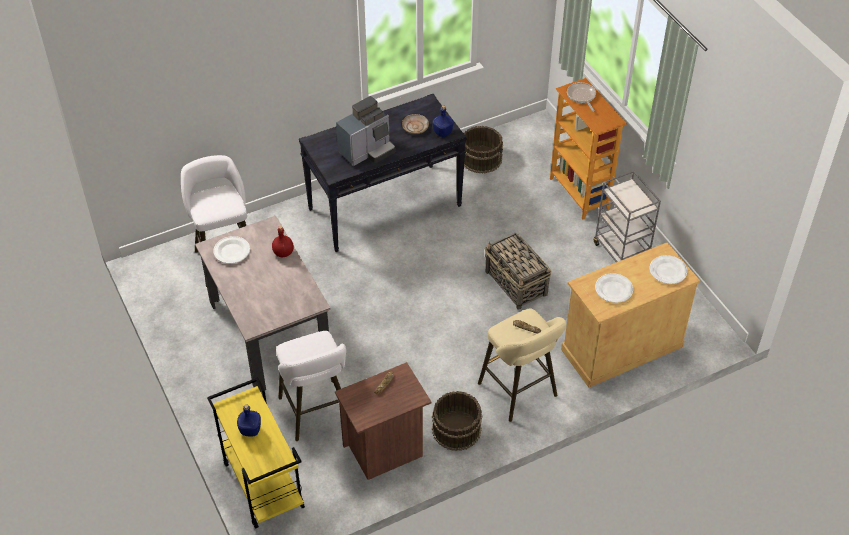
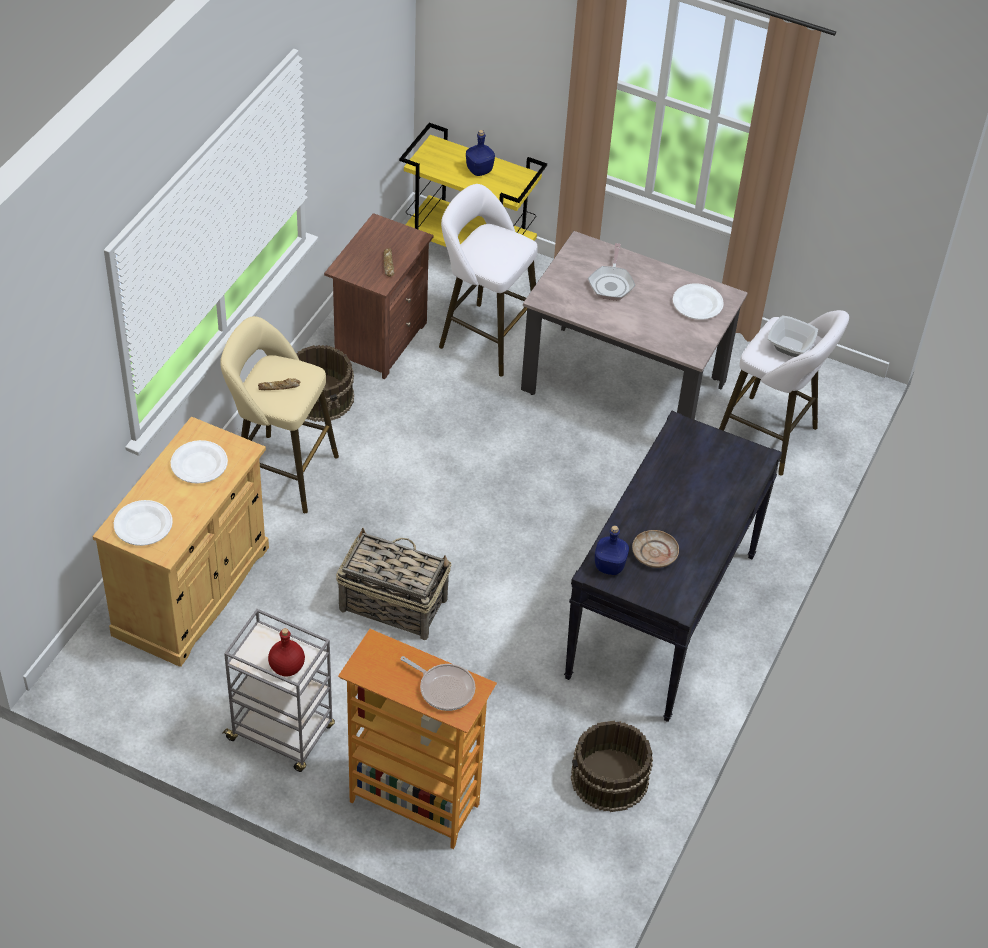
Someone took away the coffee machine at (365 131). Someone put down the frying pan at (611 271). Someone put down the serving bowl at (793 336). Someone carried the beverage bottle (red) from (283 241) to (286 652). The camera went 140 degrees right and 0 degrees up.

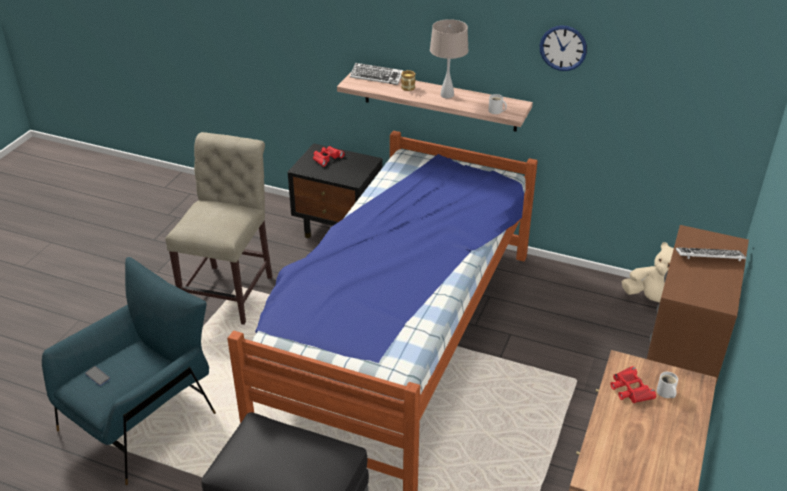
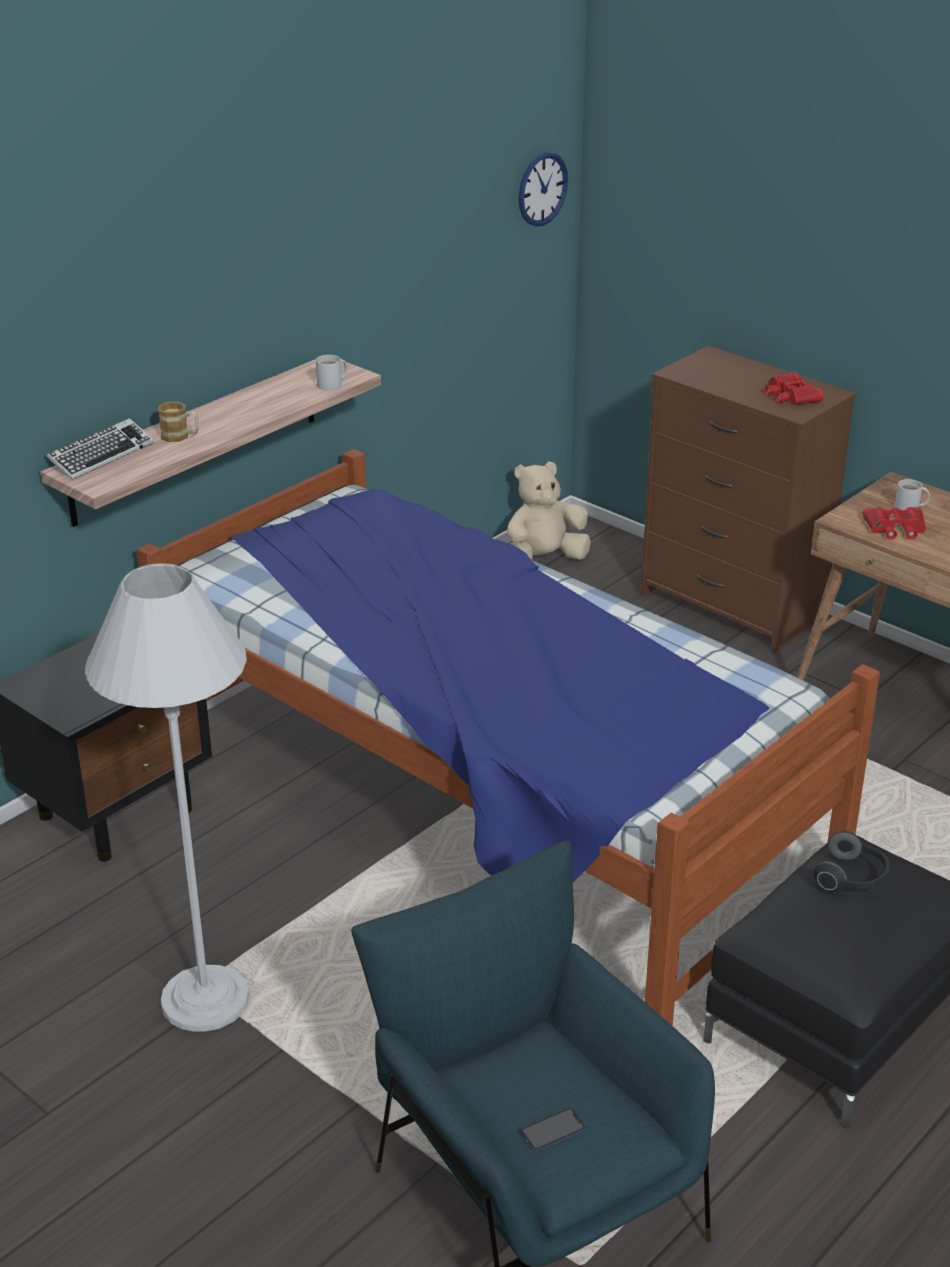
Someone took away the lamp for a table (beige-coloured) at (449 58). Someone took away the keyboard at (710 254). Someone put down the pair of headphones at (852 861). Someone carried the field glasses (red) from (329 156) to (794 388). Someone carried the wall clock from (563 48) to (543 189). Someone swapped the chair (beige-coloured) at (219 228) for the standard lamp (whitish) at (167 797). The camera went 70 degrees left and 5 degrees down.

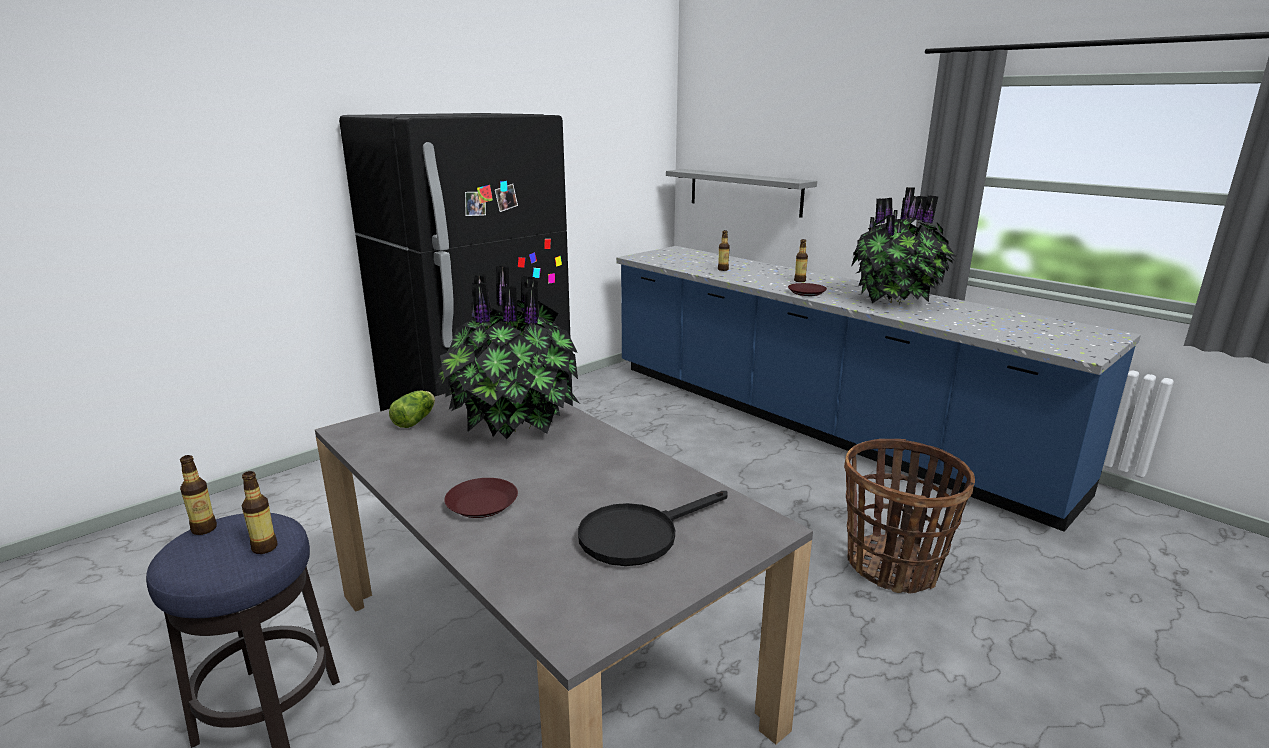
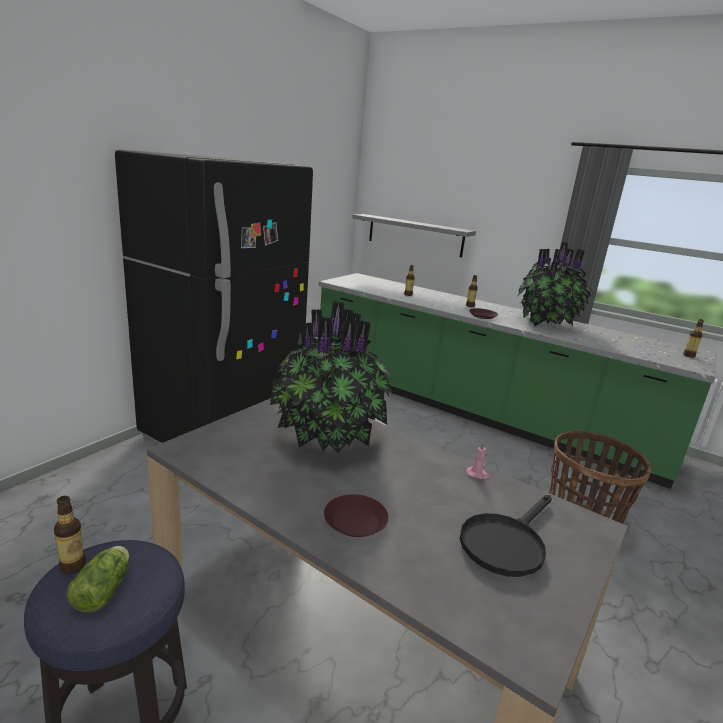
Someone put down the candle (pink-coloured) at (477 460). Someone carried the beverage bottle from (259 512) to (693 338). Someone carried the lettuce from (412 409) to (98 579). Someone repainted the kitchen base unit (blue) at (878 389), which became the kitchen base unit (green-coloured) at (517 381). The camera went 15 degrees left and 0 degrees up.

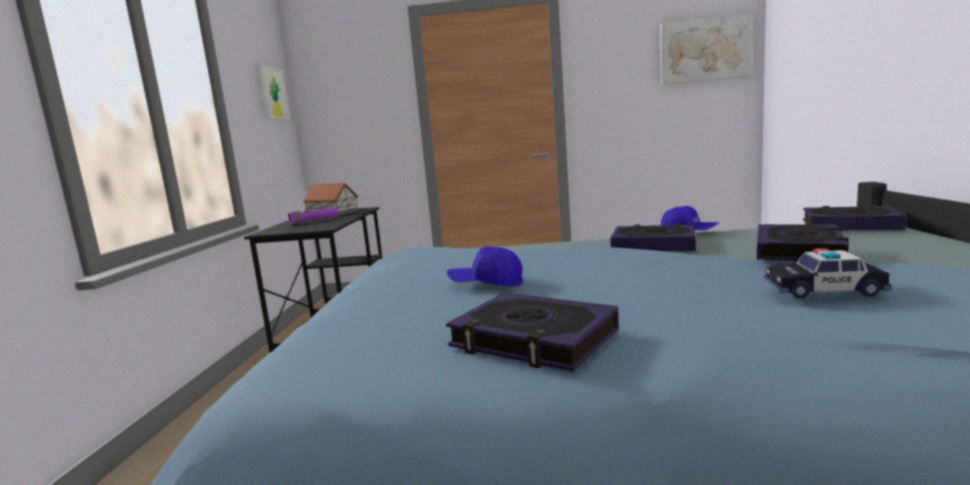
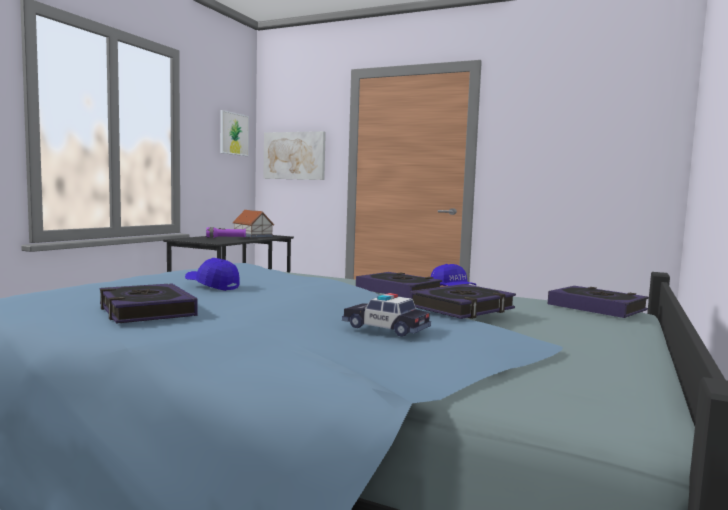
Someone carried the wall picture from (706 49) to (294 155). The camera went 20 degrees right and 5 degrees down.

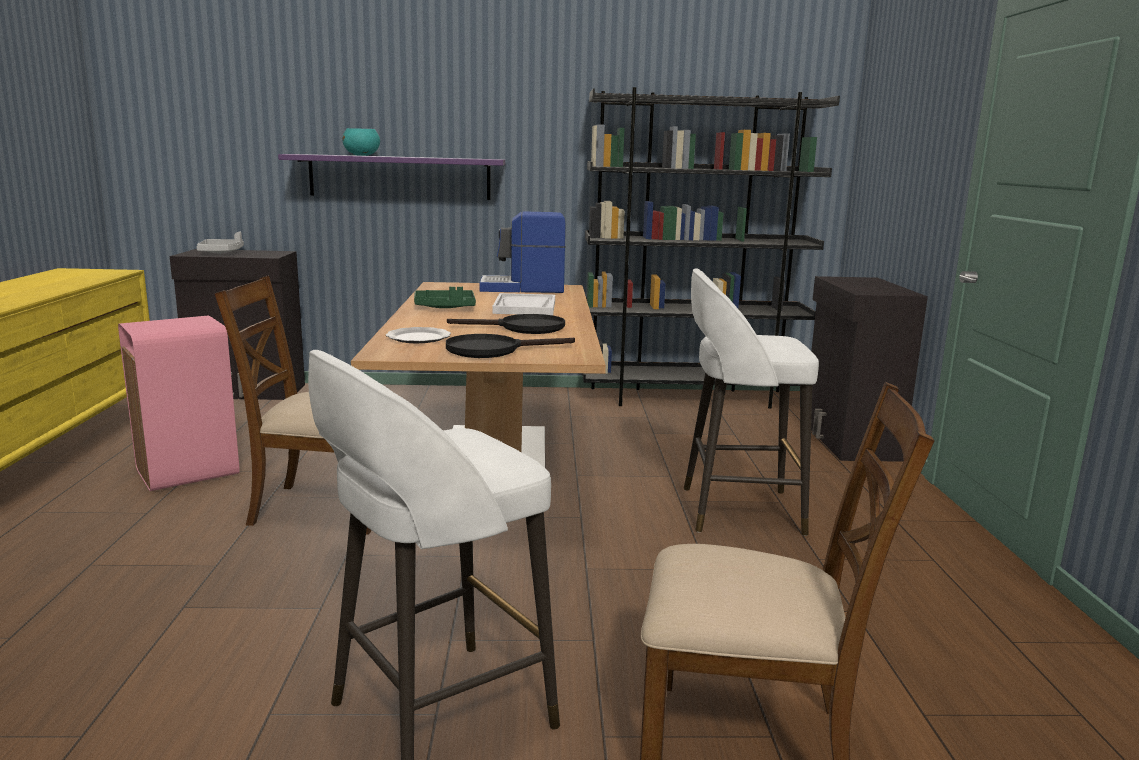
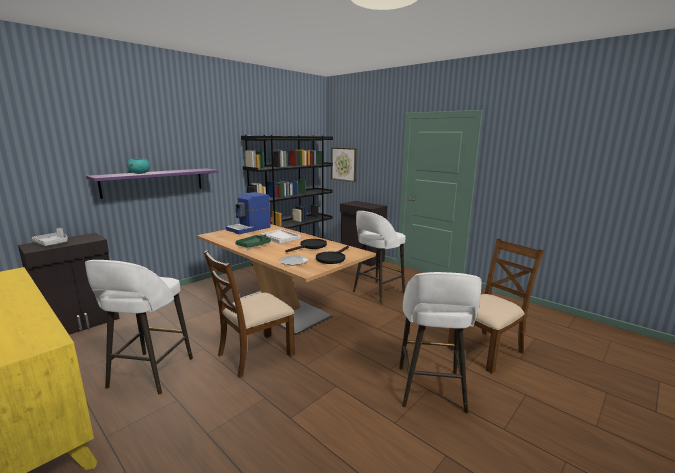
Someone put up the wall picture at (343 164). Someone swapped the trash can (pink-coloured) at (179 403) for the stool (whitish) at (139 327). The camera went 45 degrees left and 0 degrees up.

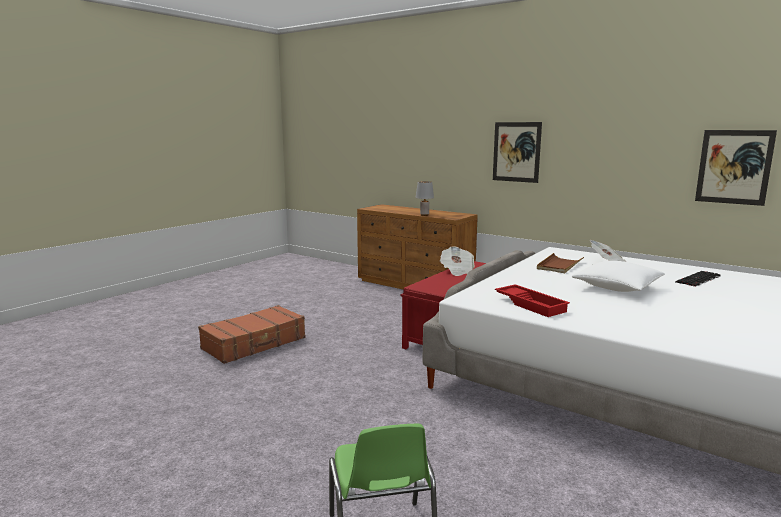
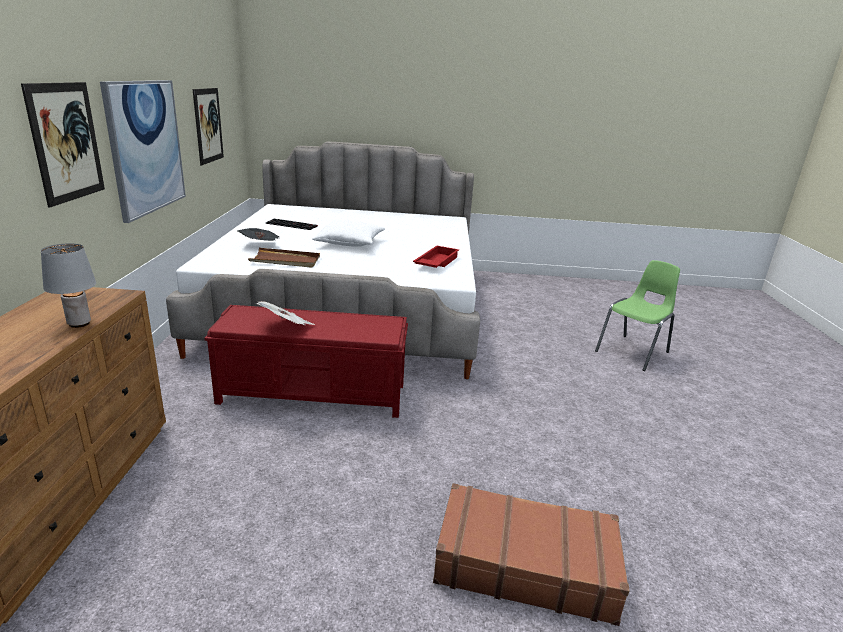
Someone put up the wall picture at (143 151). The camera went 125 degrees left and 10 degrees up.

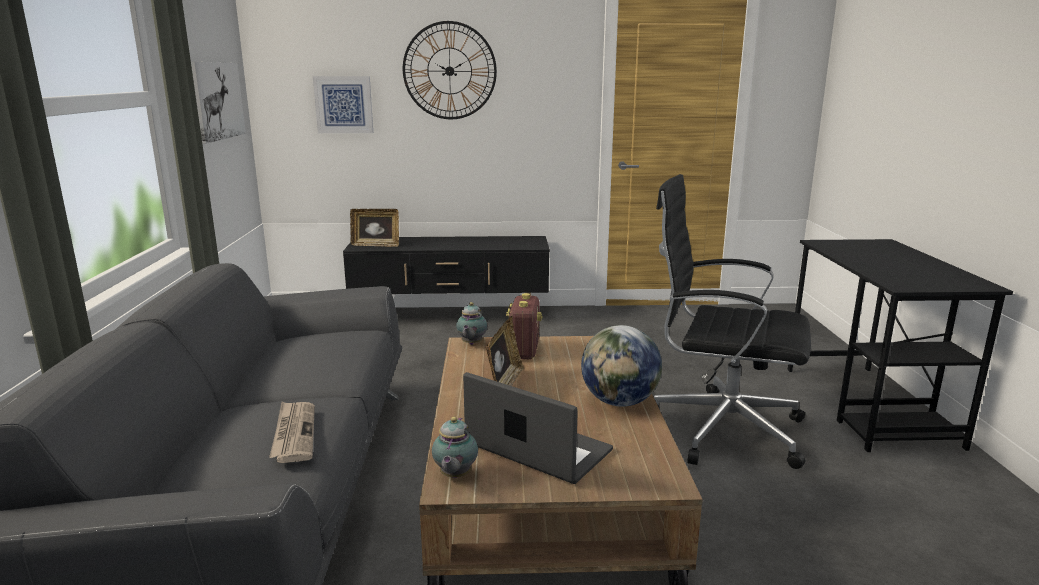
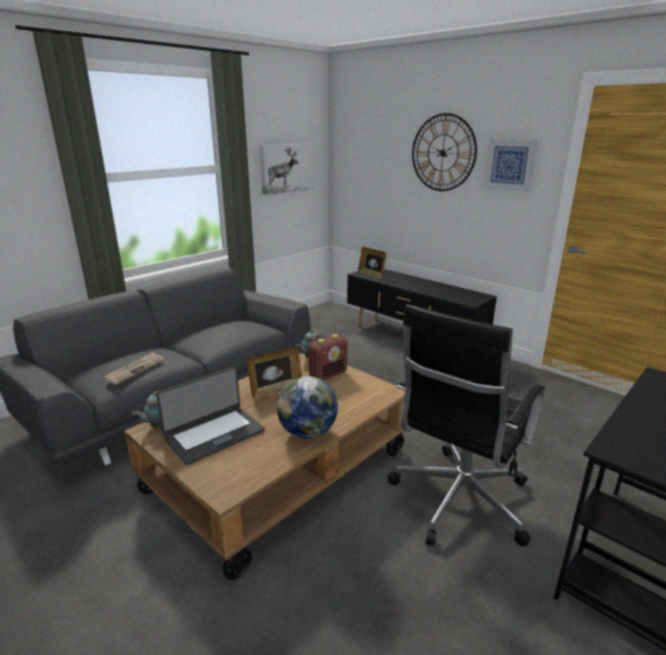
Someone carried the wall picture from (343 104) to (510 165). Someone rotated the laptop at (538 428) by 60 degrees clockwise. Someone rotated the computer chair (blackish) at (732 321) by 120 degrees counterclockwise. The camera went 45 degrees right and 5 degrees up.

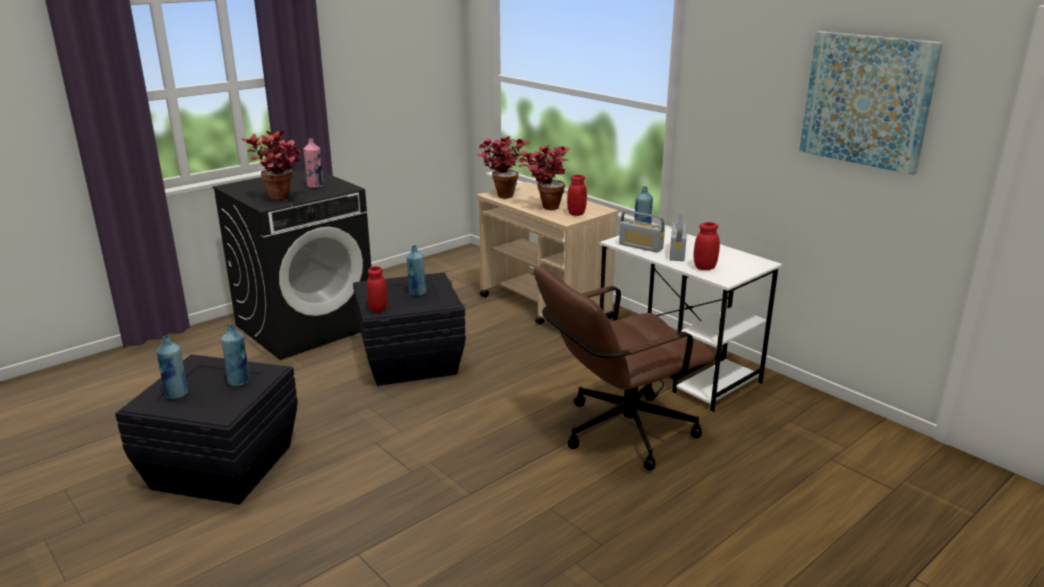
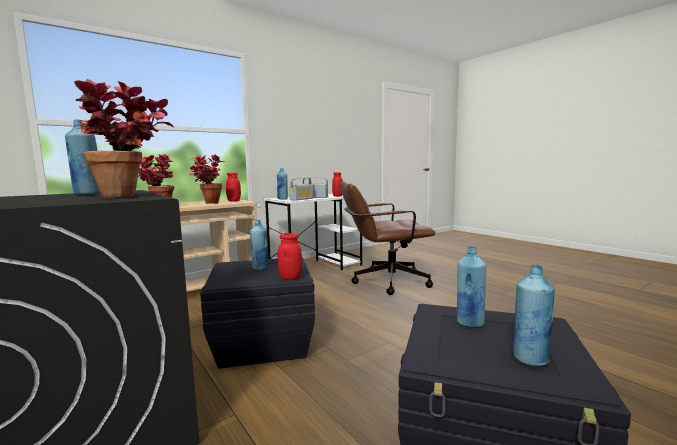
Someone took away the wall picture at (871 103). Someone repainted the beverage bottle (pink-coloured) at (313 163), which became the beverage bottle (blue) at (82 157). Someone rotated the computer chair (brownish) at (624 368) by 105 degrees clockwise. The camera went 85 degrees left and 15 degrees down.

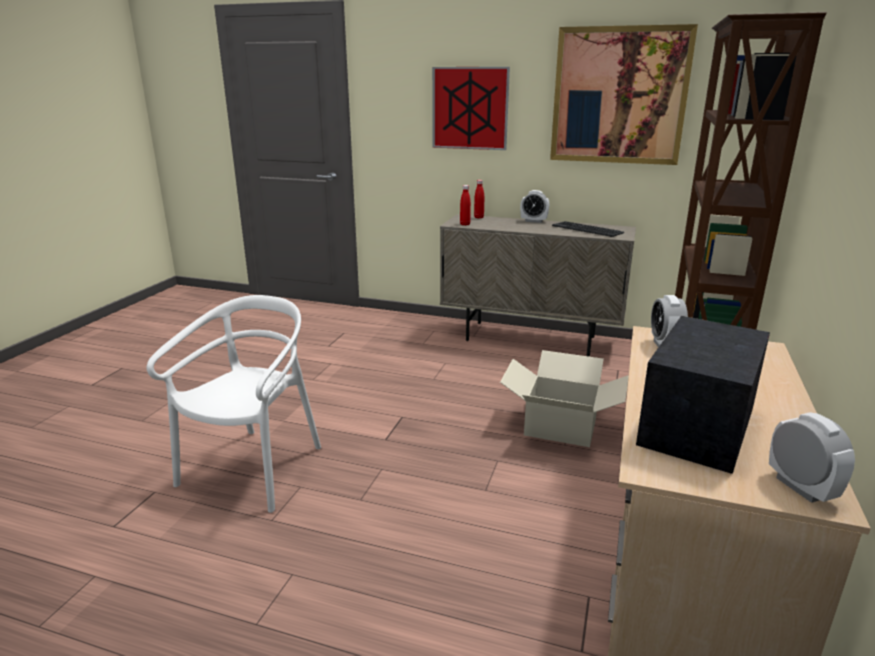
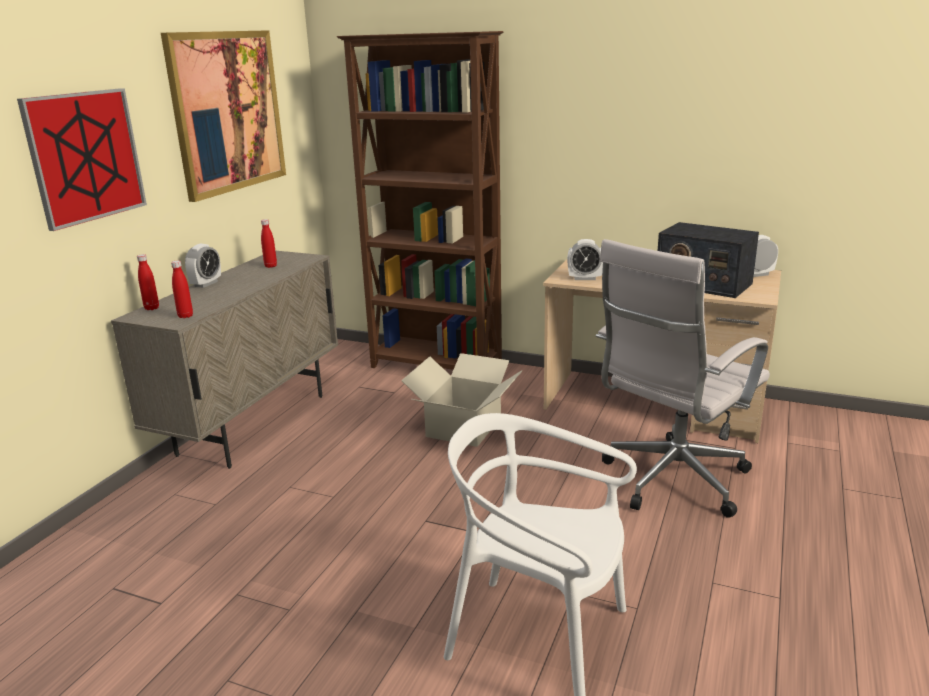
Someone put down the computer chair (whitish) at (683 378). Someone swapped the keyboard at (588 229) for the beverage bottle (red) at (269 243). The camera went 85 degrees left and 0 degrees up.

